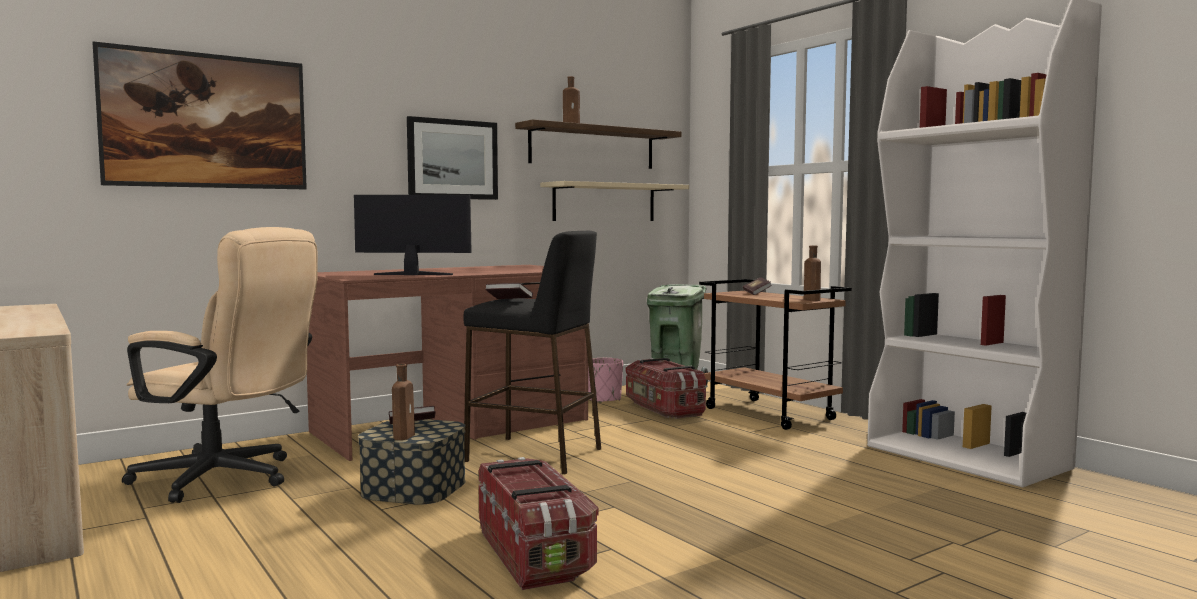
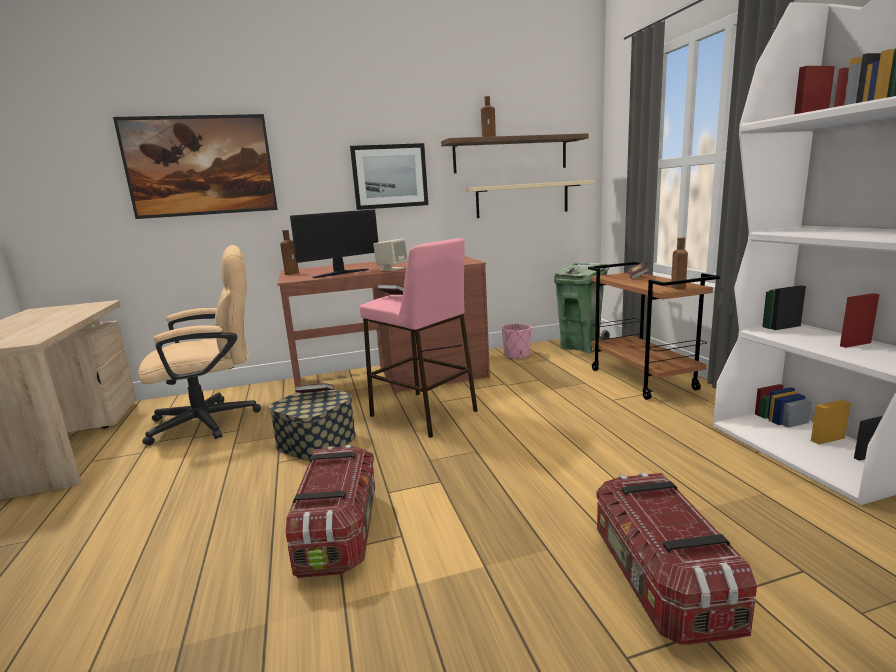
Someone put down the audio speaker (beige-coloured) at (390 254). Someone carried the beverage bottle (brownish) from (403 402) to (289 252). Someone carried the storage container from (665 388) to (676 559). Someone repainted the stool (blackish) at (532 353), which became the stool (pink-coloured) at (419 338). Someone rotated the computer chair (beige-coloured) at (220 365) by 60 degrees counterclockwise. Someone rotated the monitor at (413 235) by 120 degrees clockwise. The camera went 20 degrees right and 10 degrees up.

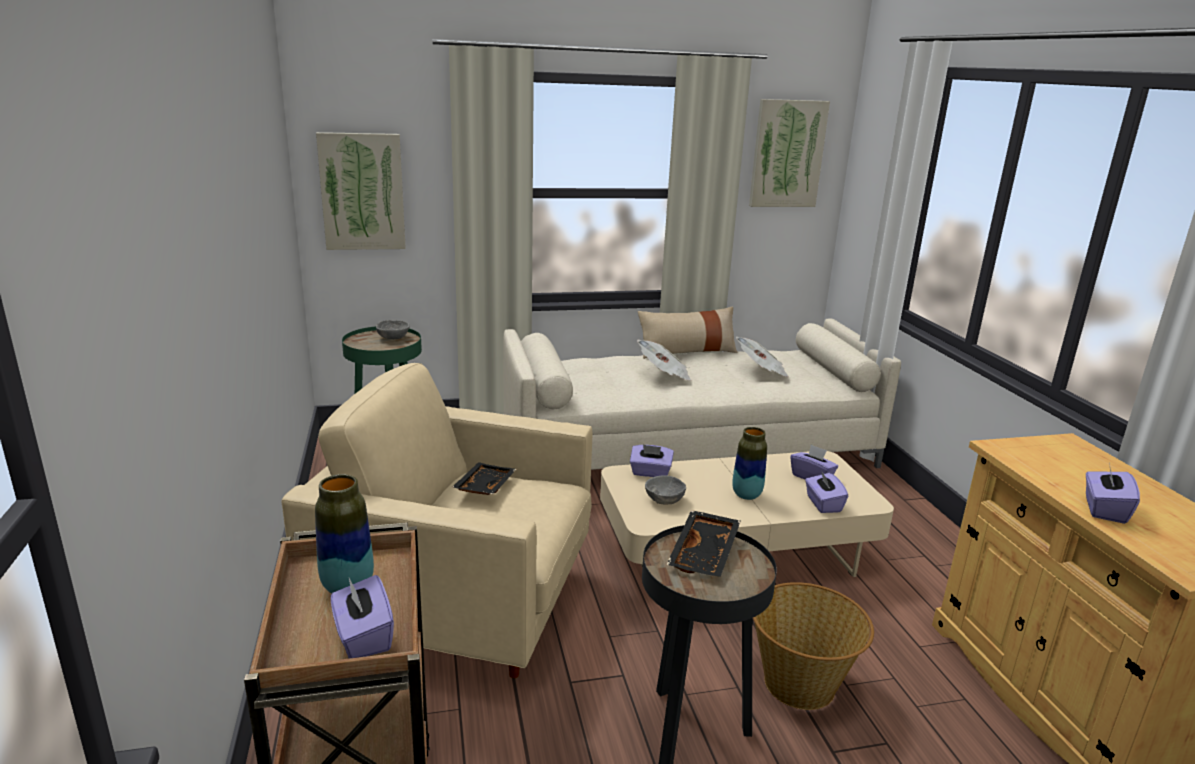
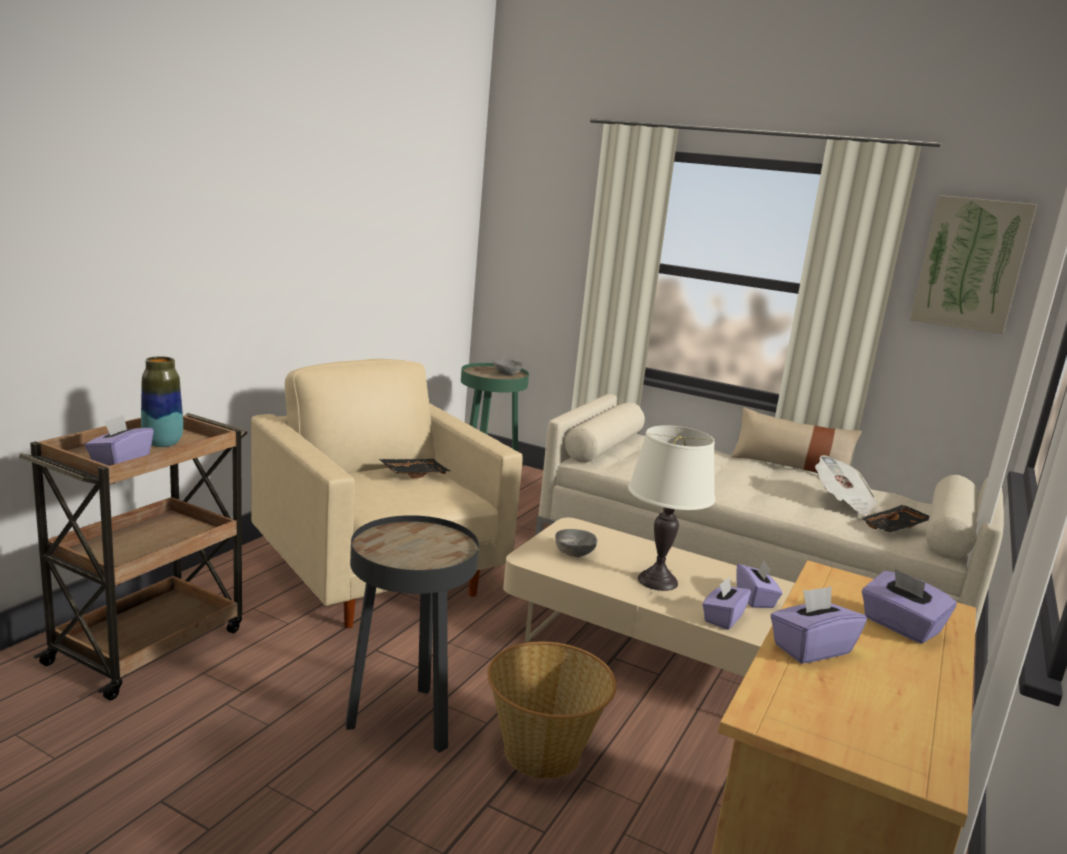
Someone took away the wall picture at (361 191). Someone took away the printed paper at (664 360). Someone carried the box of tissues (purplish) from (652 461) to (909 606). Someone carried the carrying tray (blackish) from (704 543) to (894 518). Someone swapped the flower vase at (749 463) for the lamp for a table (whitish) at (671 508). The camera went 40 degrees right and 5 degrees down.

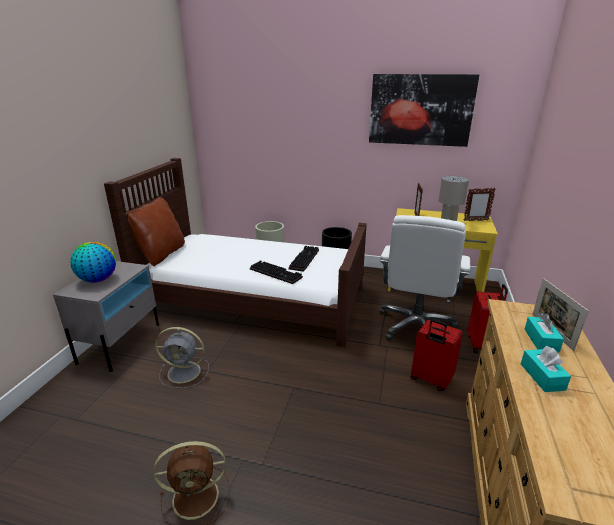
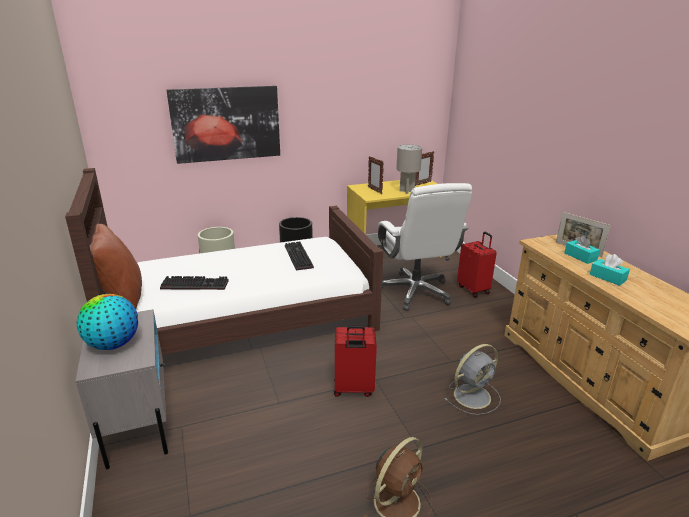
Someone carried the fan (greyish) from (182 358) to (472 379). Someone carried the keyboard from (276 272) to (194 283). Someone carried the wall picture from (424 110) to (223 125). Someone carried the suitcase (red) from (437 355) to (355 361). The camera went 35 degrees left and 0 degrees up.

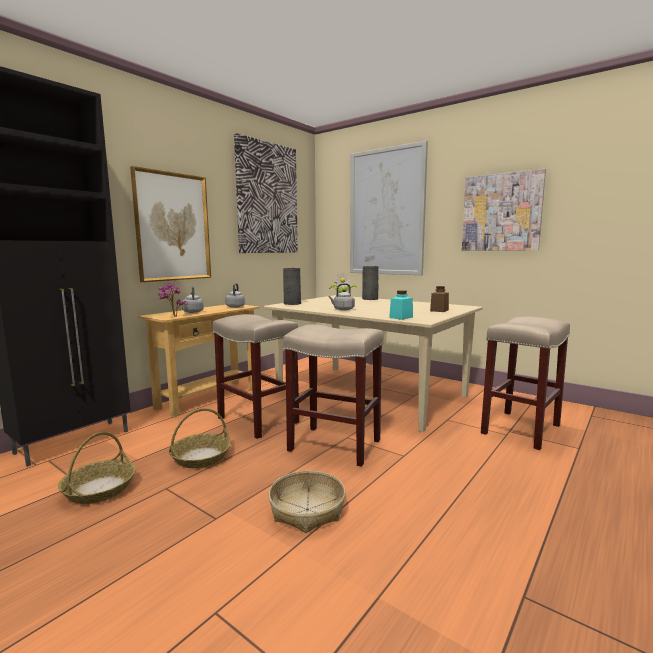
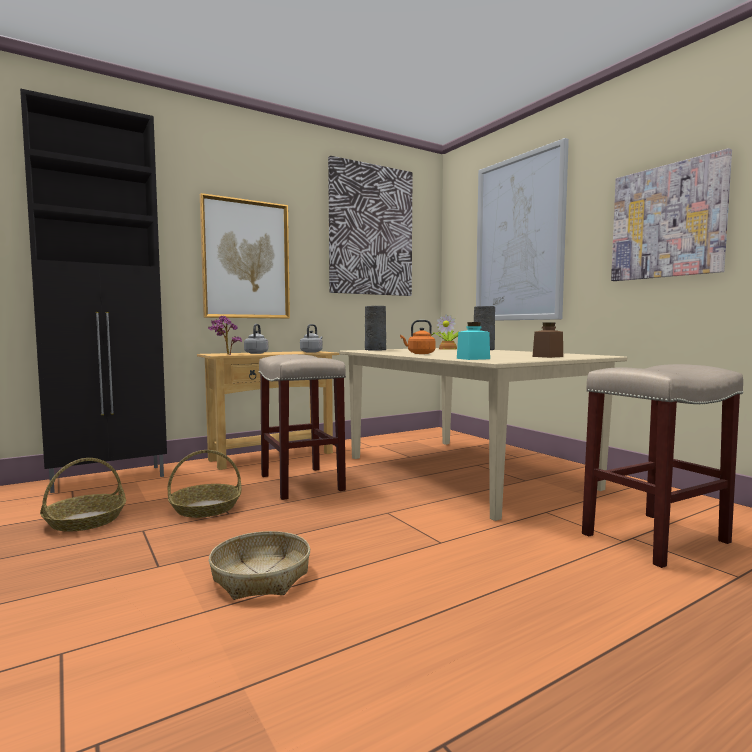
Someone took away the stool (beige-coloured) at (333 395). Someone repainted the water kettle (greyish) at (342 296), which became the water kettle (orange) at (418 337). The camera went 20 degrees right and 5 degrees down.

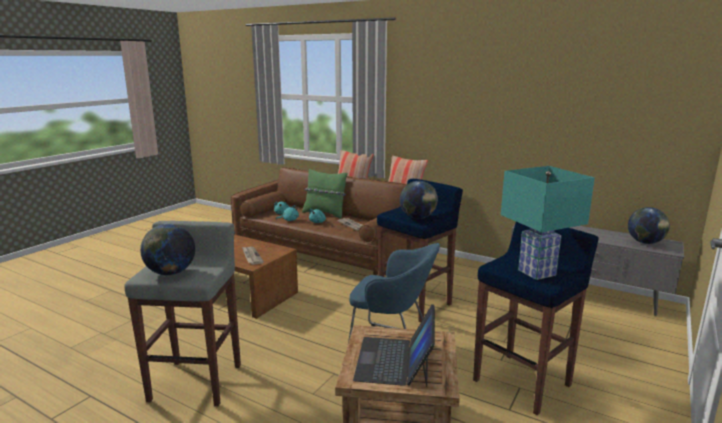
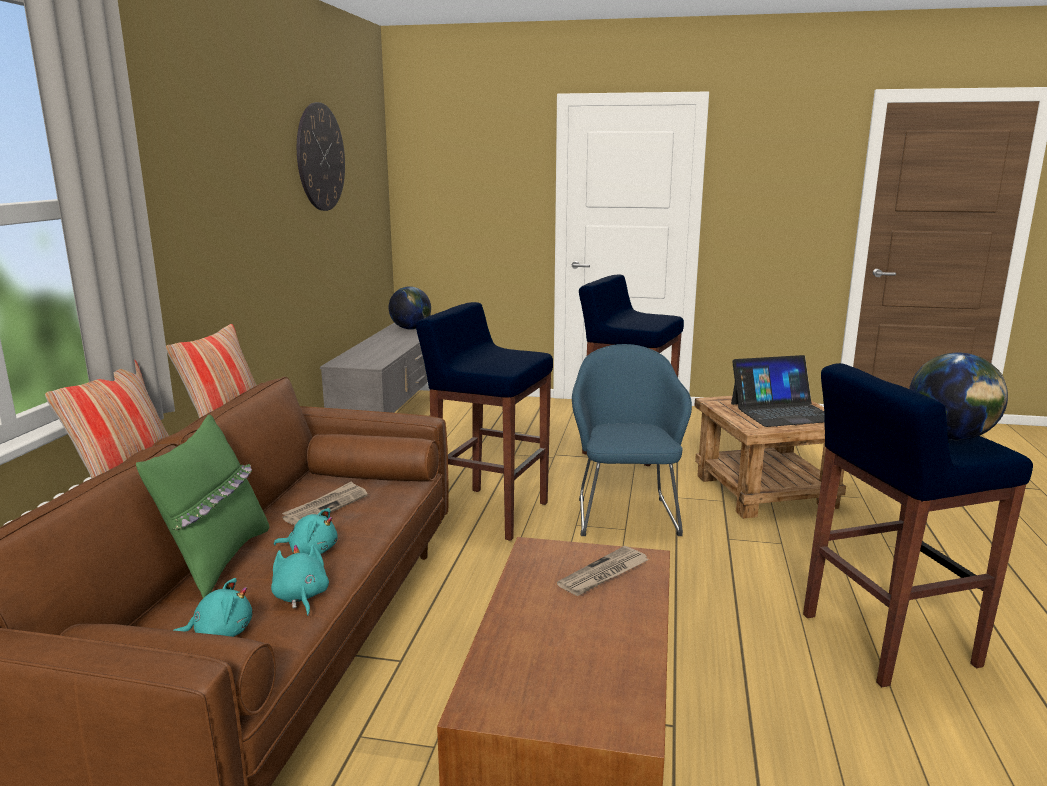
Someone took away the world globe at (419 200). Someone took away the lamp for a table (turquoise) at (548 223). Someone put up the wall clock at (321 156). Someone repainted the stool (greyish) at (182 313), which became the stool (blue) at (918 525). The camera went 110 degrees left and 0 degrees up.

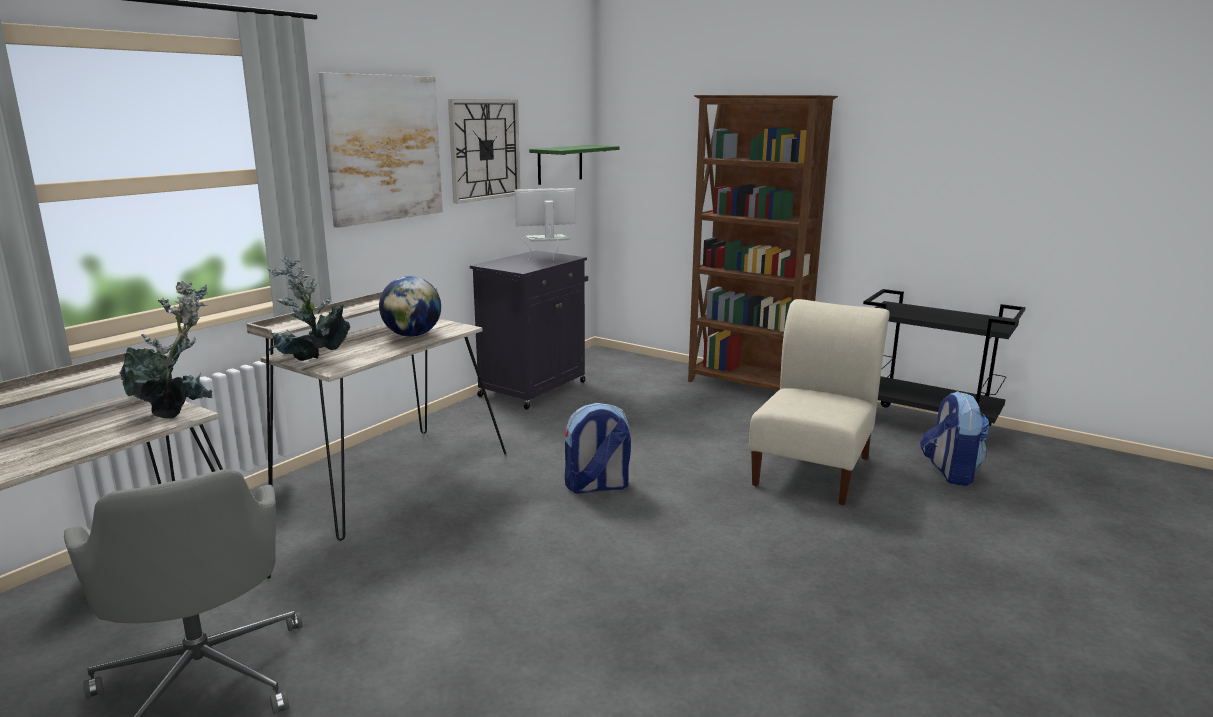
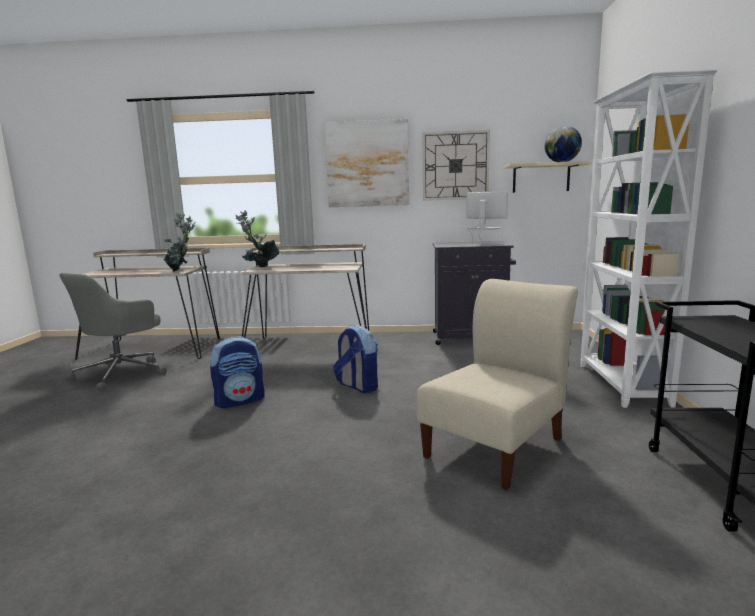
Someone carried the world globe from (410 306) to (563 144). Someone carried the rucksack from (955 438) to (237 372). Someone repainted the shelf (green-coloured) at (574 165), which became the shelf (beige-coloured) at (548 177). Someone repainted the bookshelf (brownish) at (763 243), which became the bookshelf (whitish) at (649 238). Someone rotated the chair (beige-coloured) at (819 402) by 45 degrees counterclockwise. The camera went 60 degrees right and 5 degrees down.

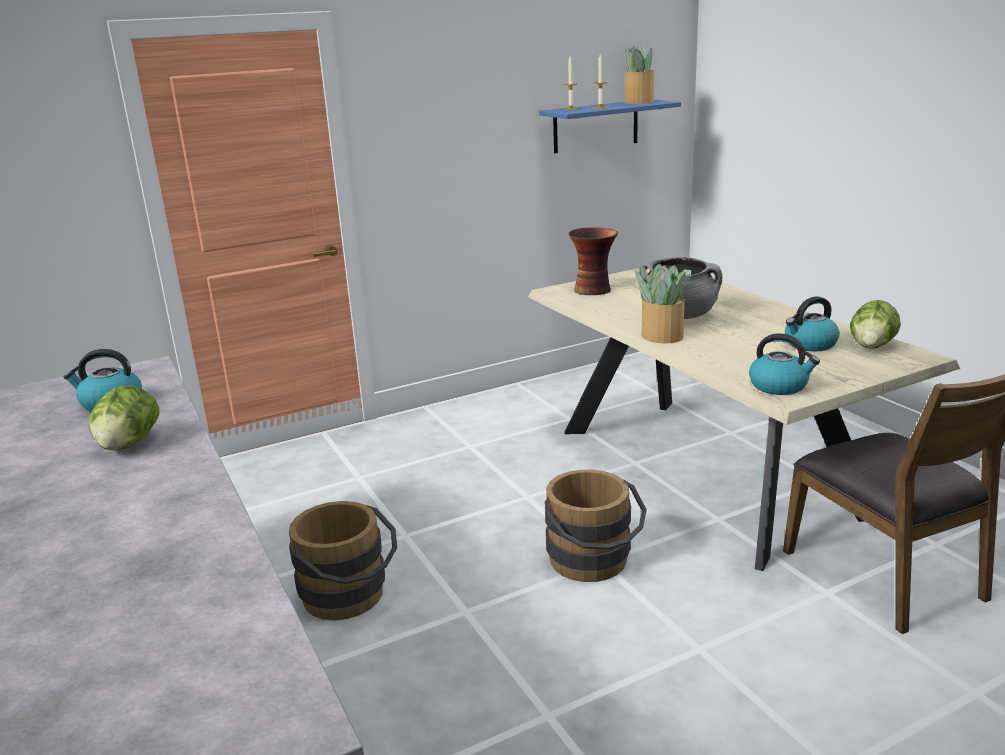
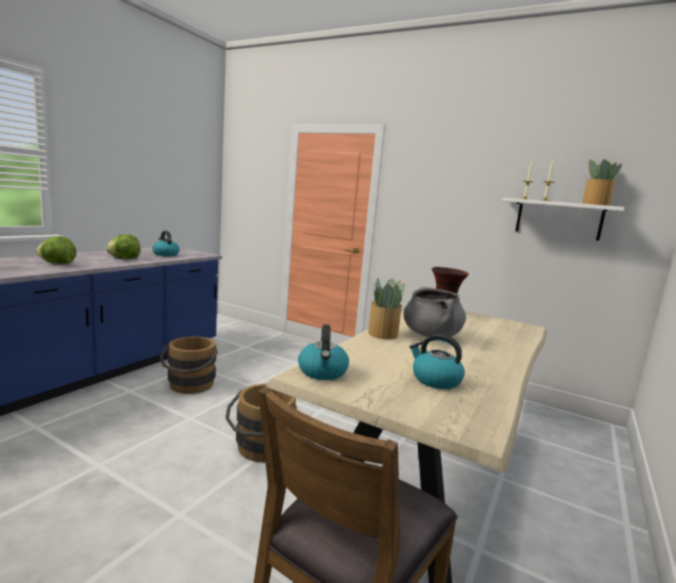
Someone carried the lettuce from (875 324) to (56 250). Someone repainted the shelf (blue) at (610 126), which became the shelf (whitish) at (563 219). The camera went 55 degrees right and 10 degrees down.

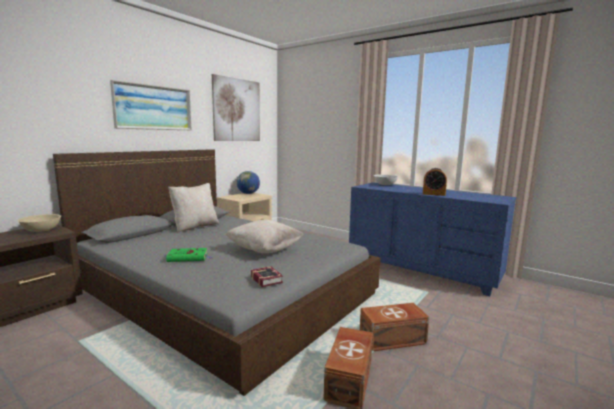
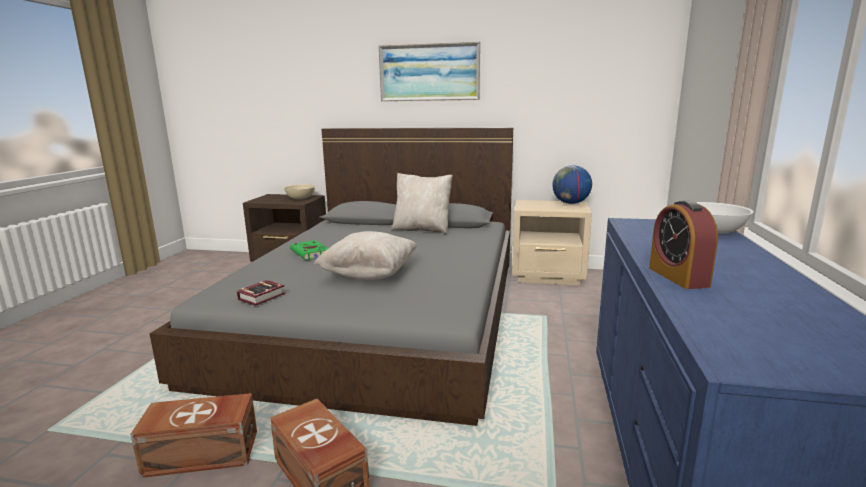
Someone took away the wall picture at (236 107). The camera went 65 degrees right and 5 degrees up.

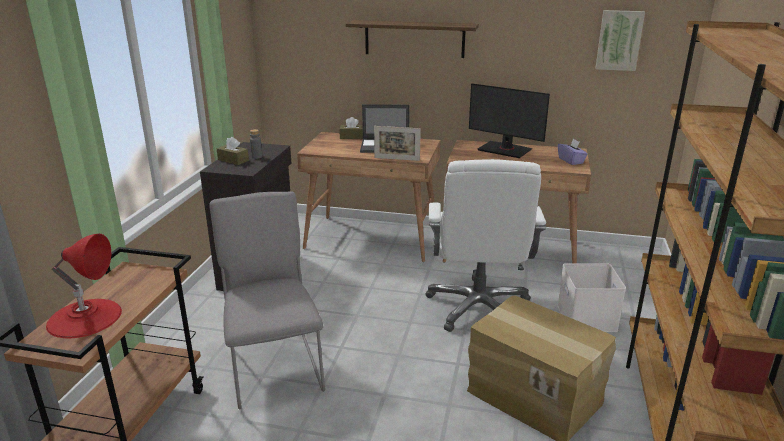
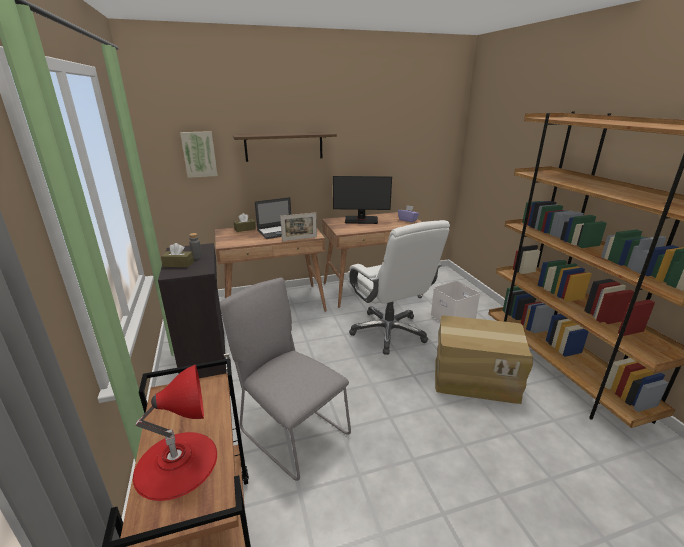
Someone carried the wall picture from (620 40) to (199 154). The camera went 30 degrees left and 0 degrees up.

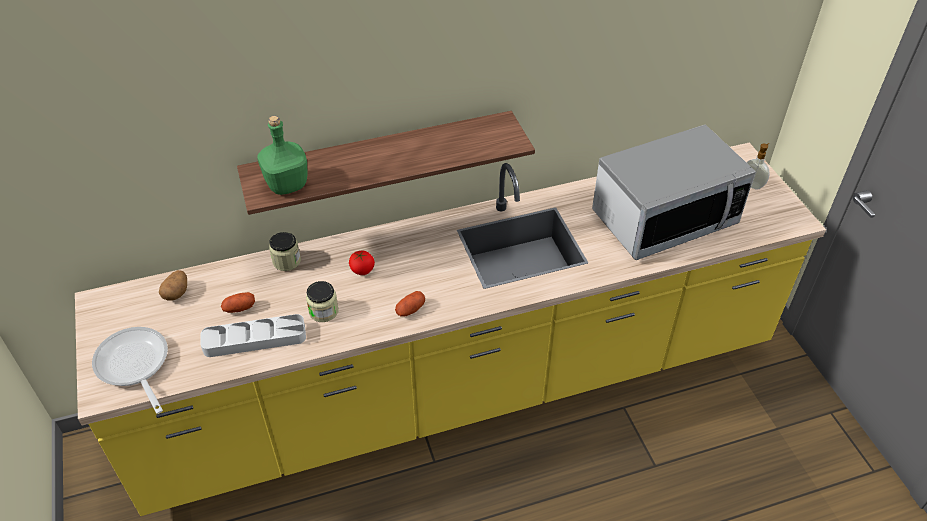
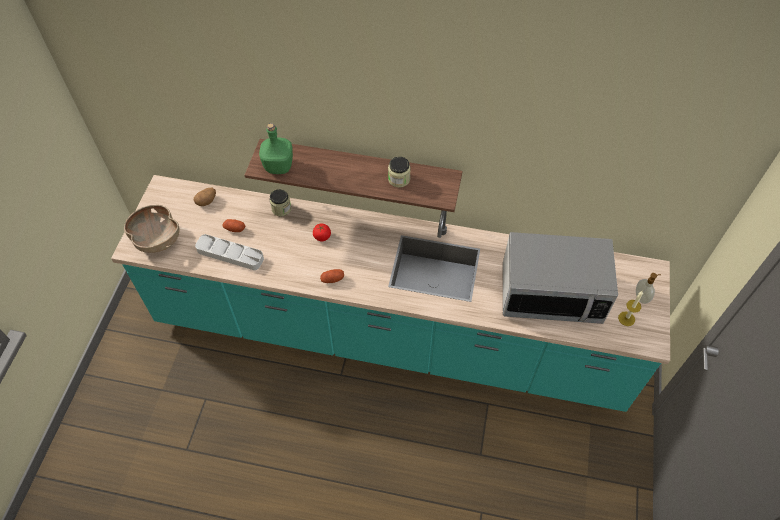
Someone put down the candle at (630 308). Someone carried the jar from (322 301) to (399 172). Someone swapped the frying pan at (130 370) for the serving bowl (brownish) at (151 229). Someone repainted the kitchen base unit (yellow-coloured) at (450 329), which became the kitchen base unit (turquoise) at (390 293). The camera went 30 degrees right and 10 degrees up.

